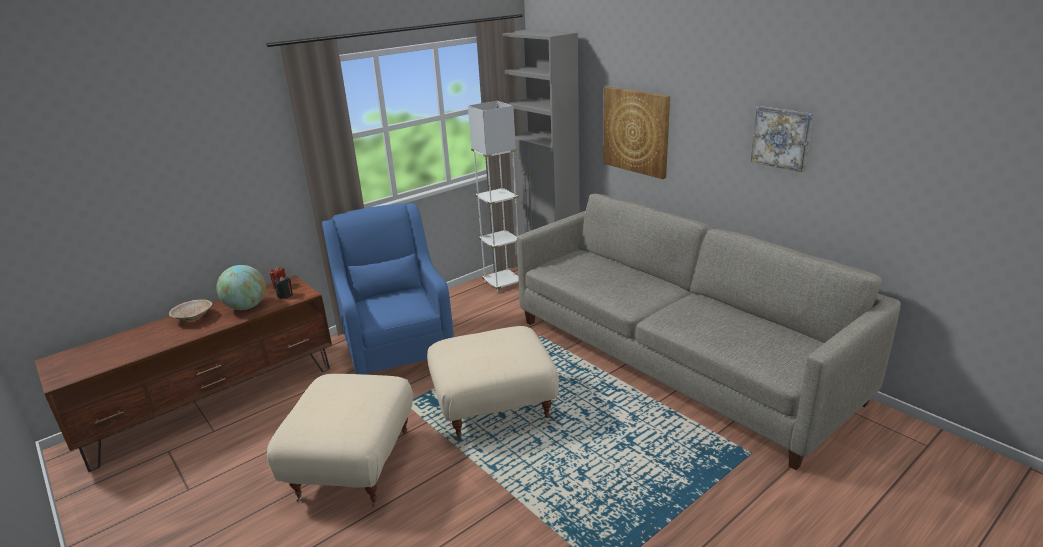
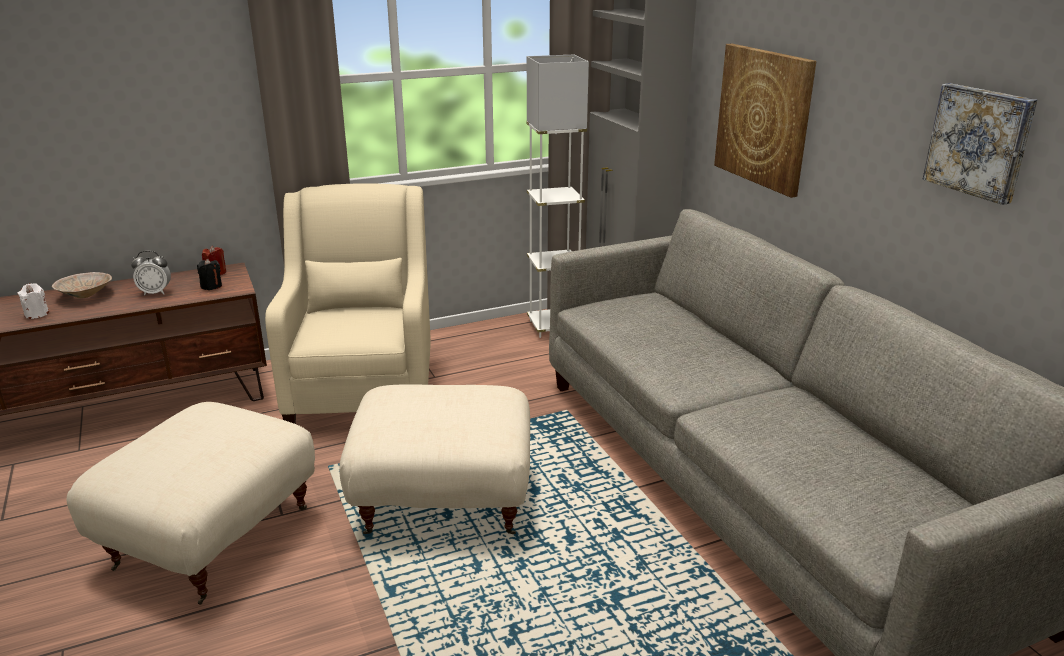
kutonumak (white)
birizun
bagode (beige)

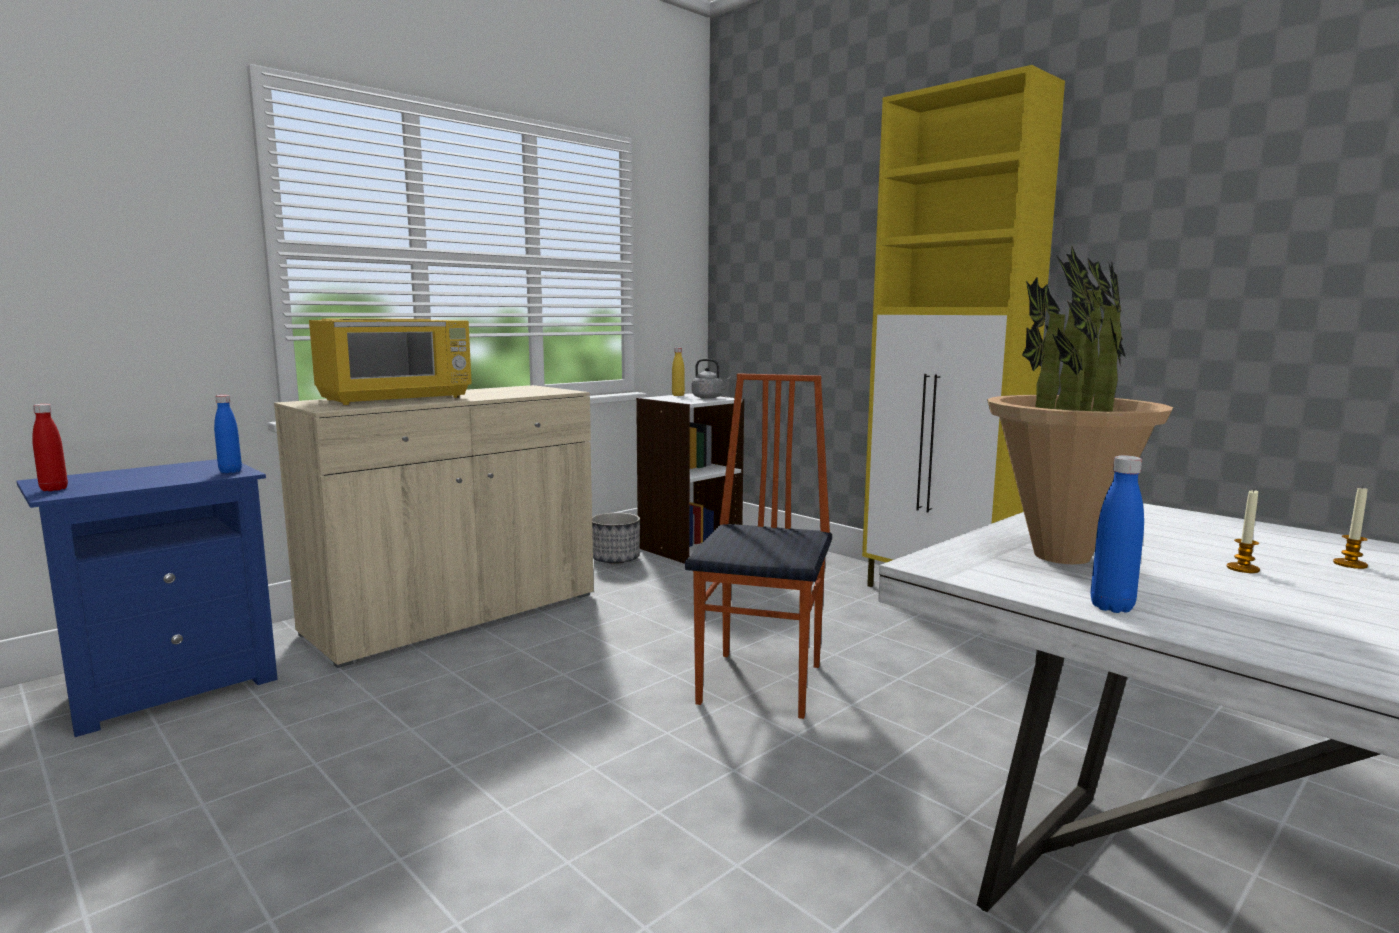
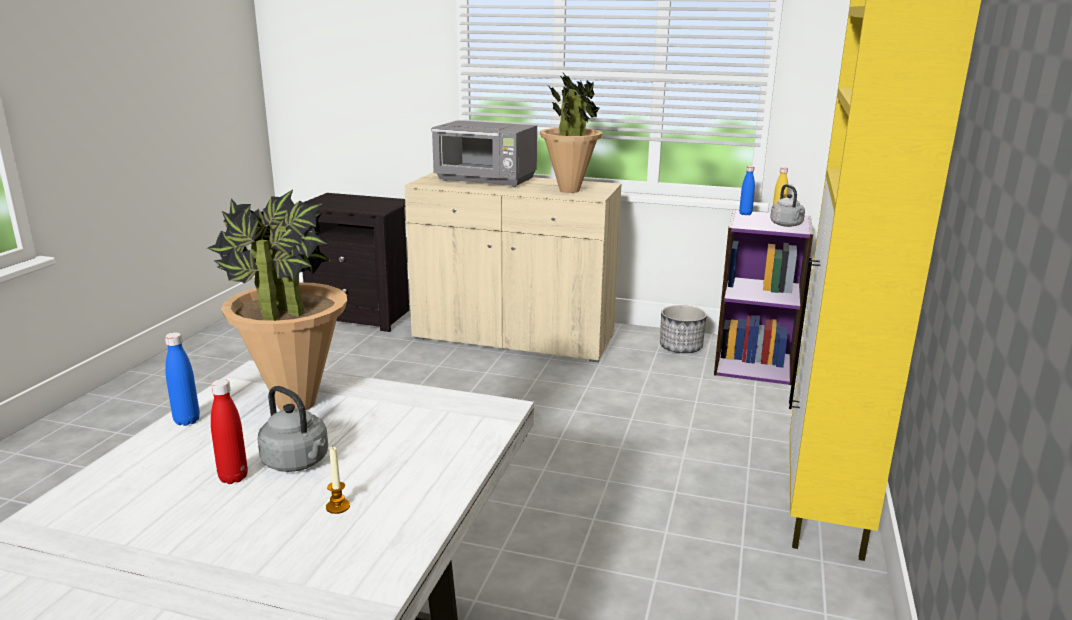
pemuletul
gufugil (2nd from left)
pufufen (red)
pufufen (blue) (2nd from left)
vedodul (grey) (1st from left)
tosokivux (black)
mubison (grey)
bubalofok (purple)

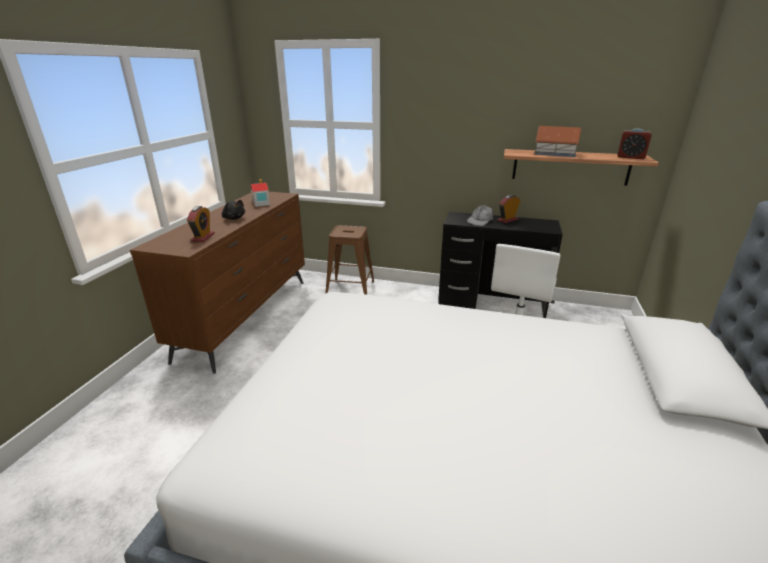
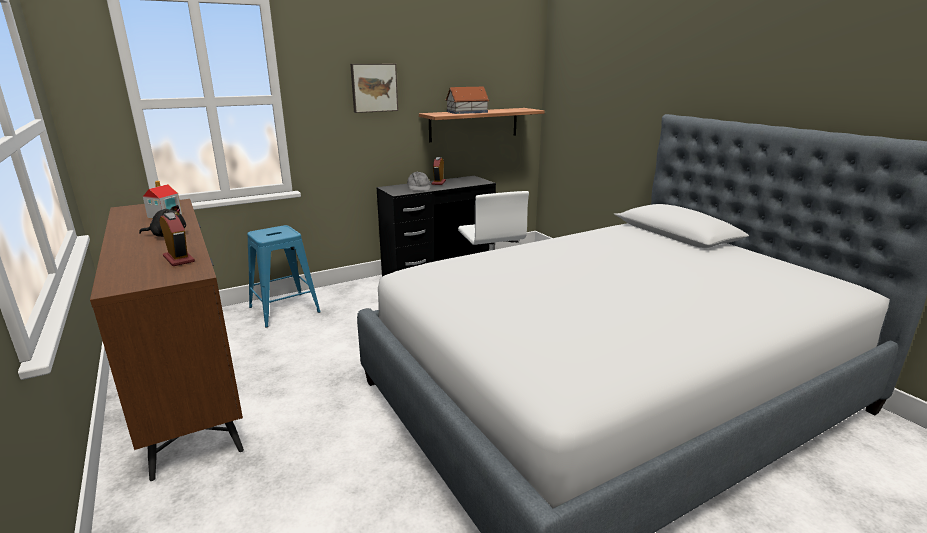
birizun (3rd from left in the first image)
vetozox
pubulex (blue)

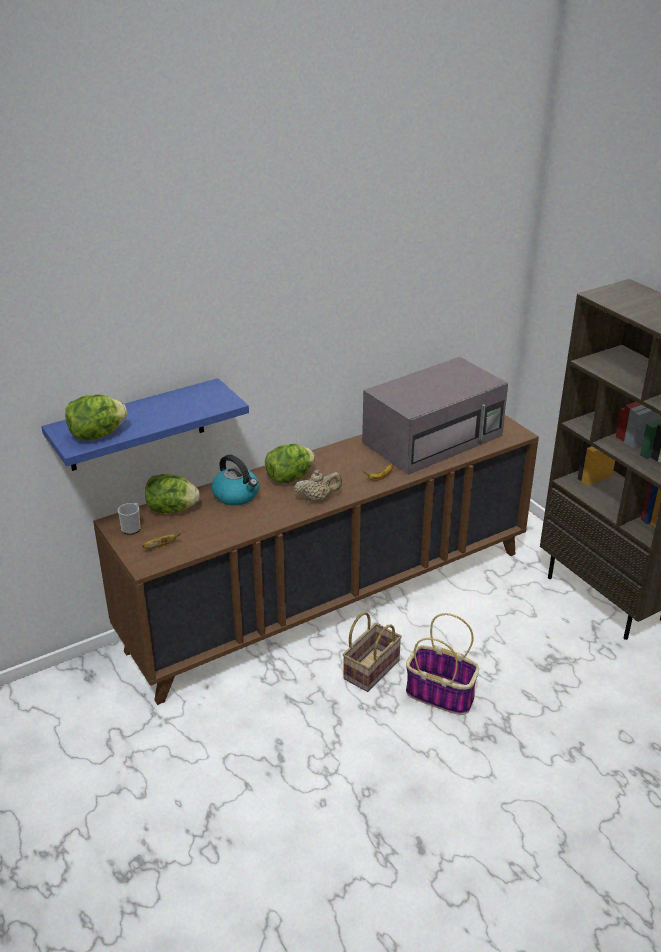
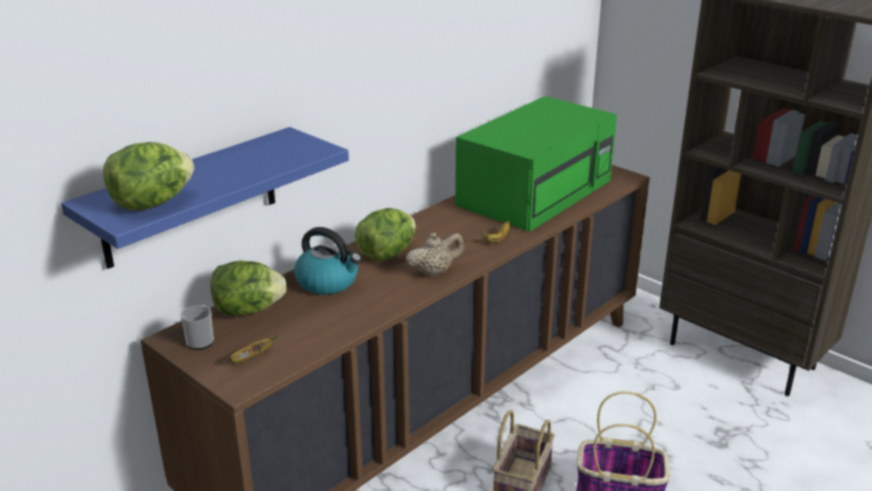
mubison (green)

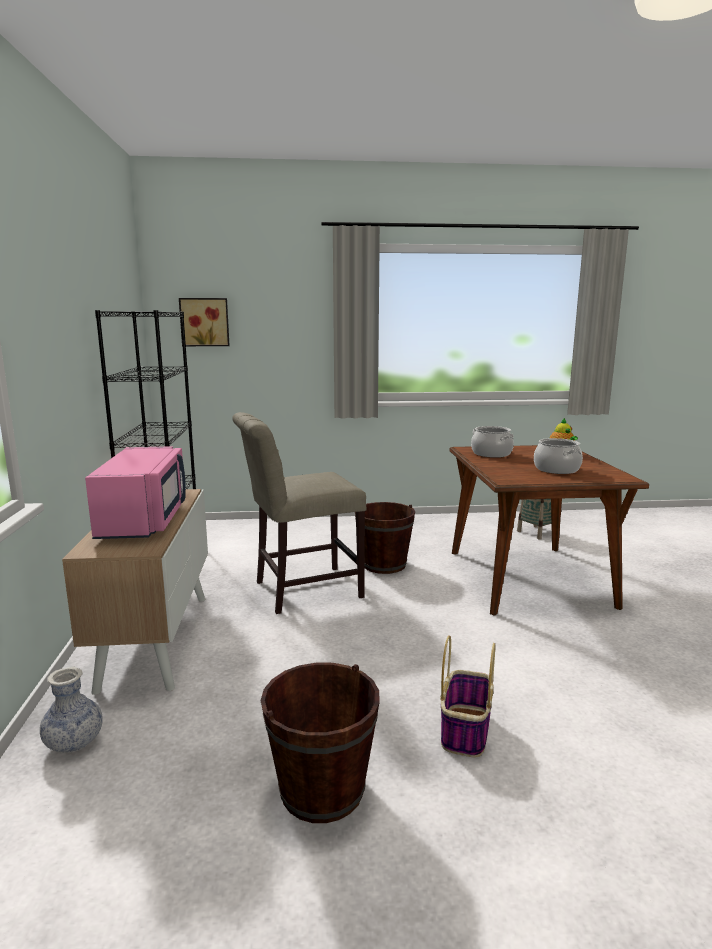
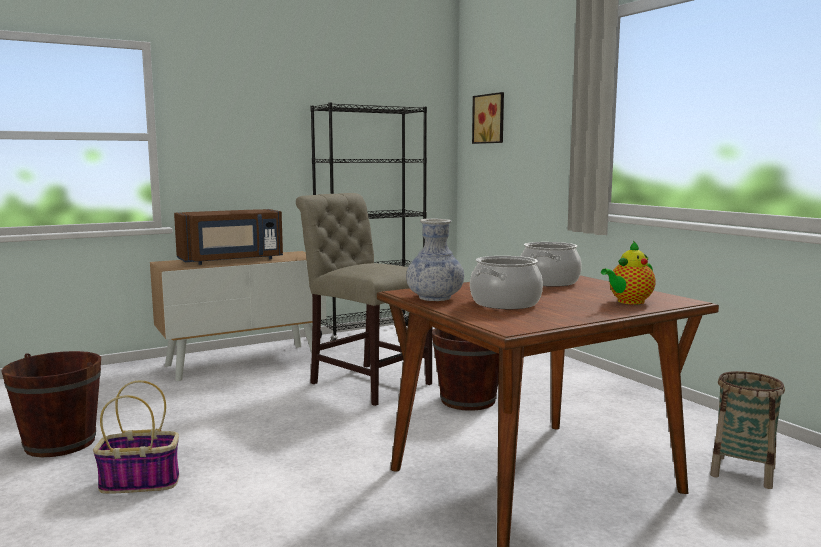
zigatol
mubison (brown)

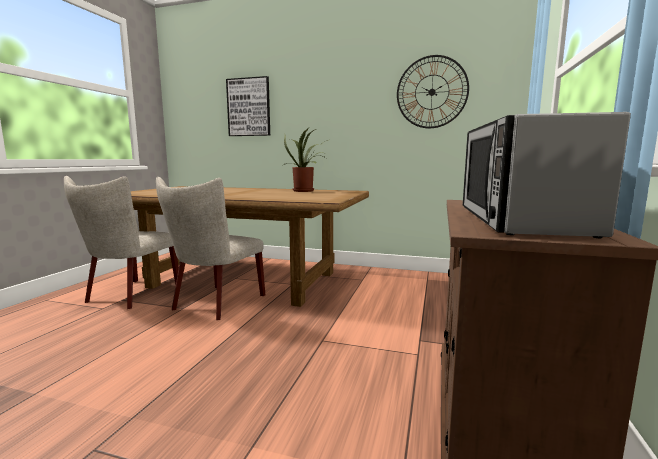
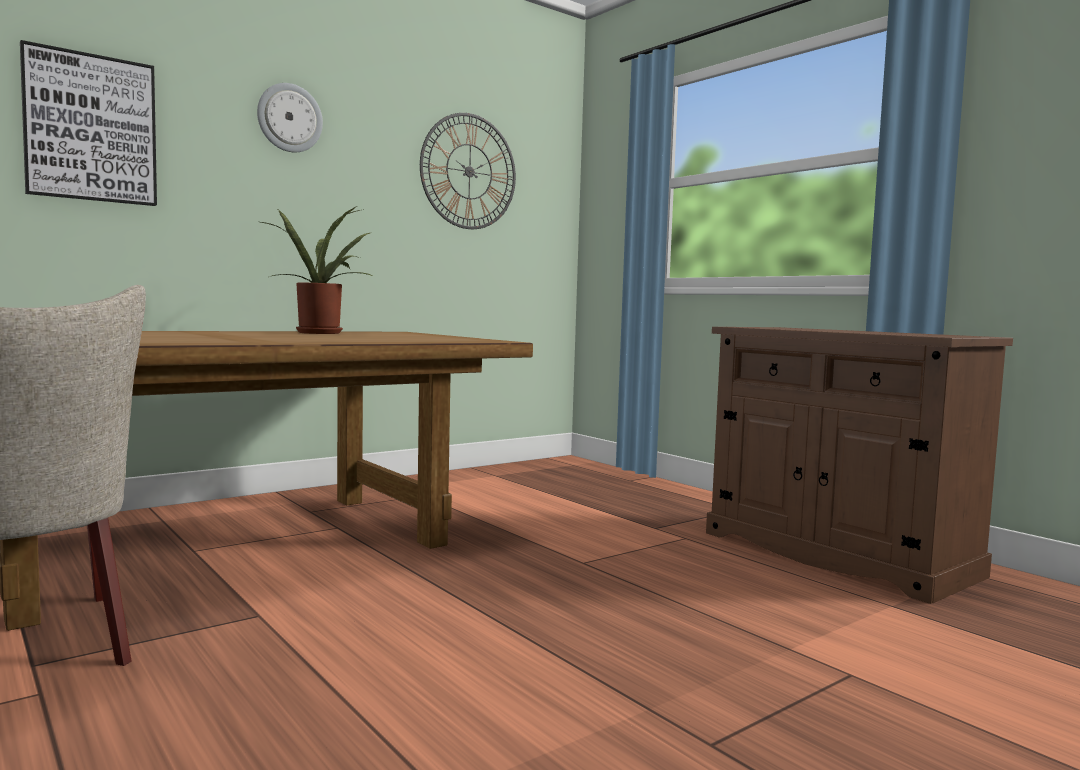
pemuletul (beige) (2nd from left in the first image)
mubison
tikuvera (1st from left)

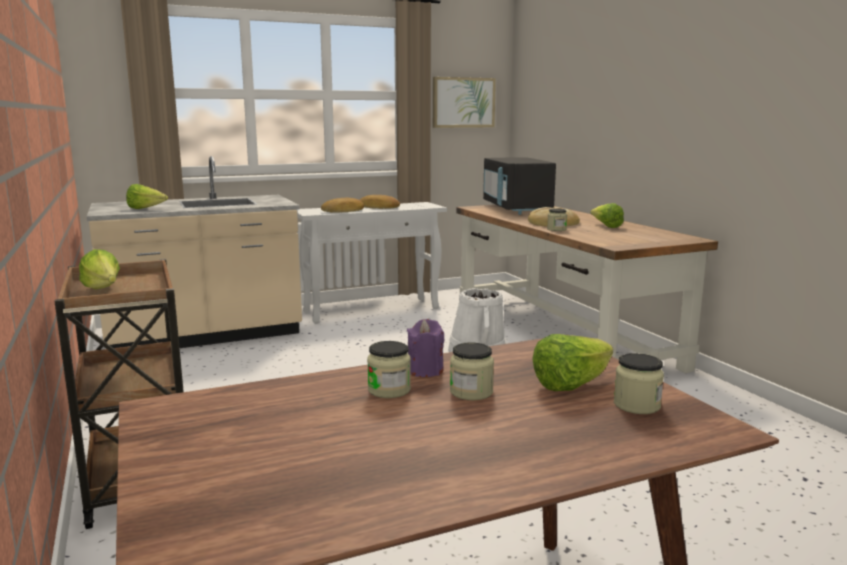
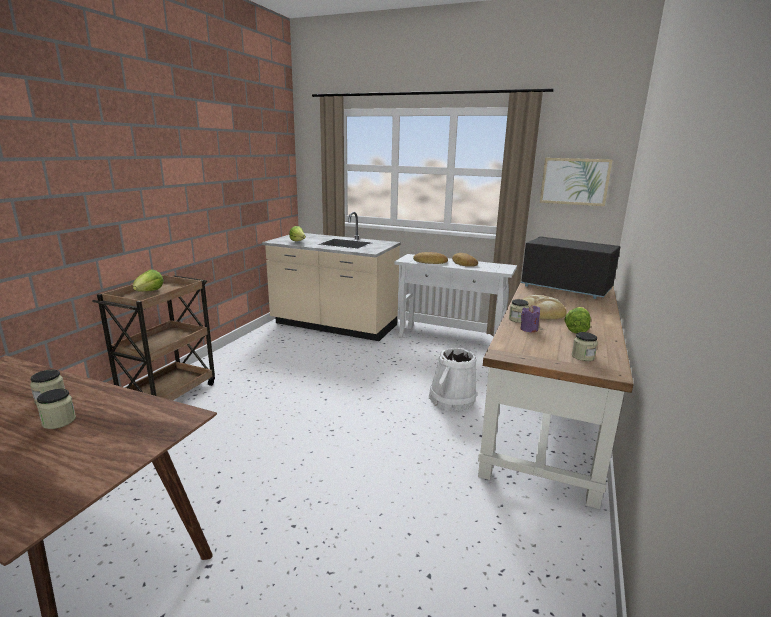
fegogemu (3rd from left in the first image)
kutonumak (purple)
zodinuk (4th from left)
mubison (black)

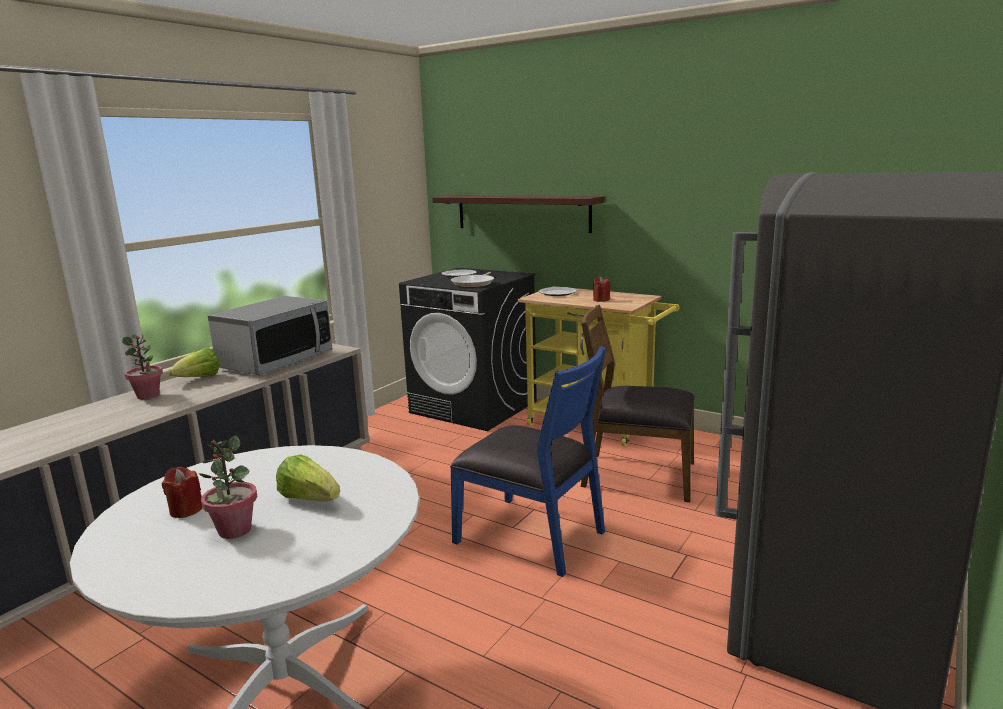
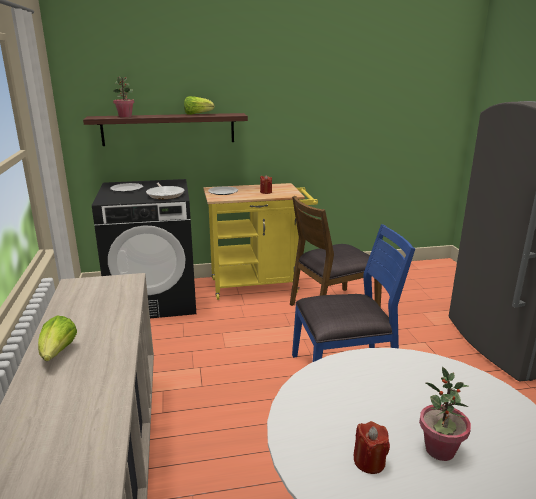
mubison
gufugil (1st from left)
fegogemu (2nd from left)

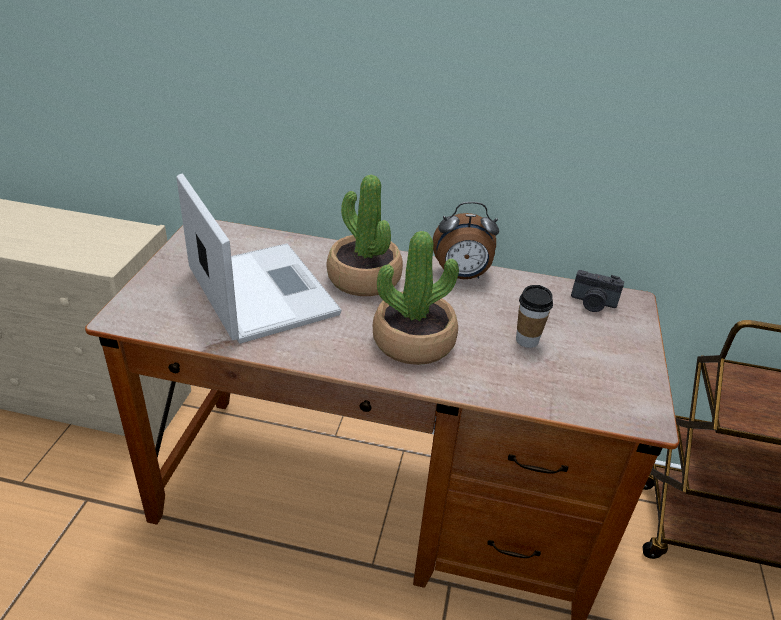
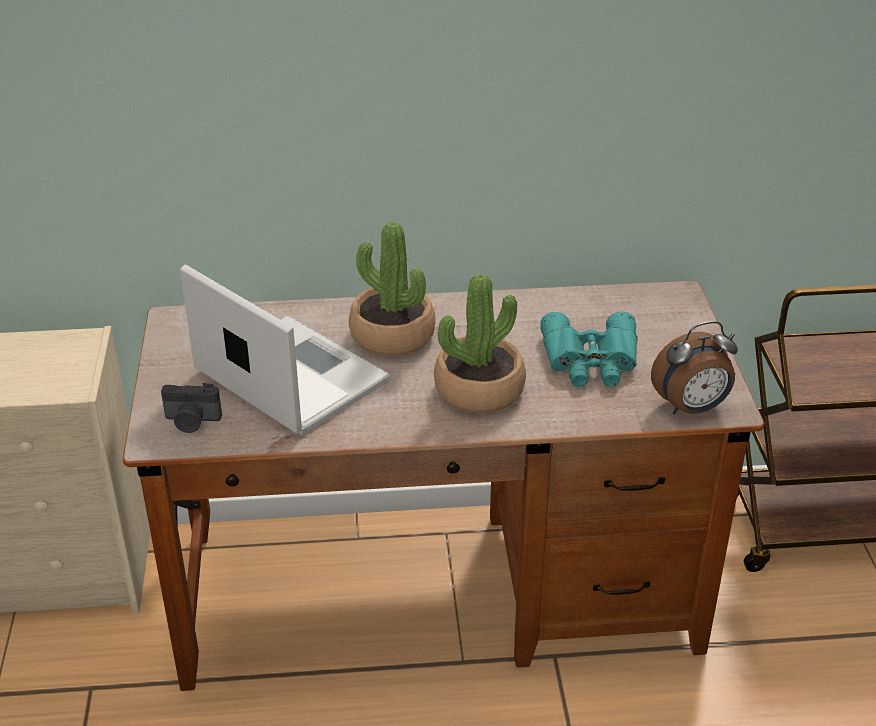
birizun
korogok
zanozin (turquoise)

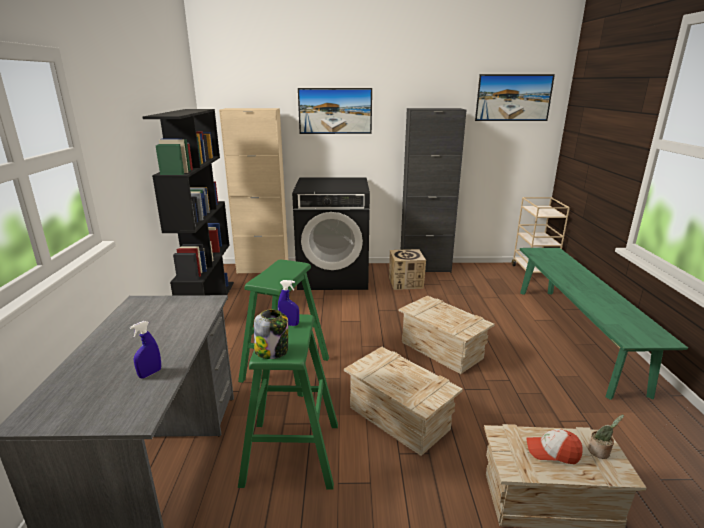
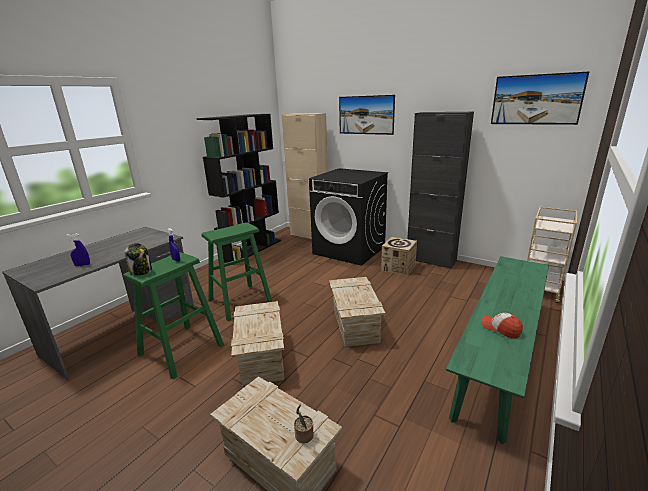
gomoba

